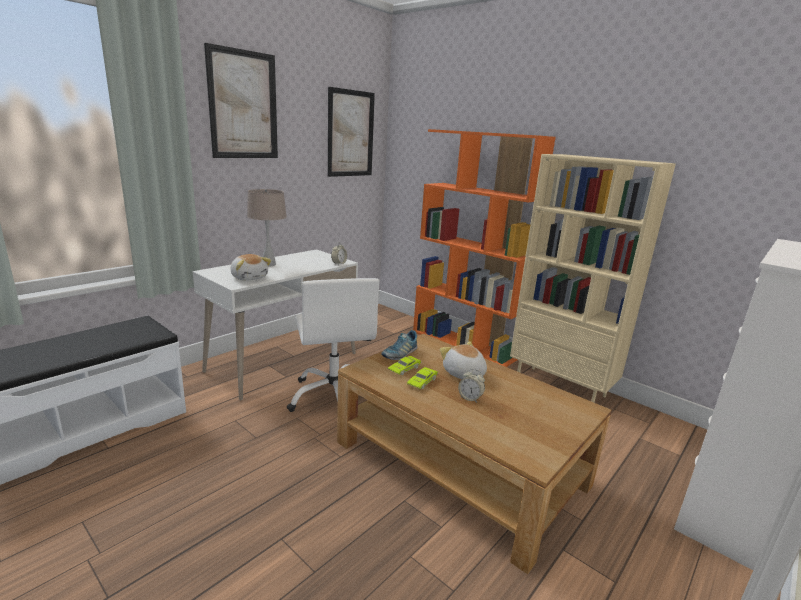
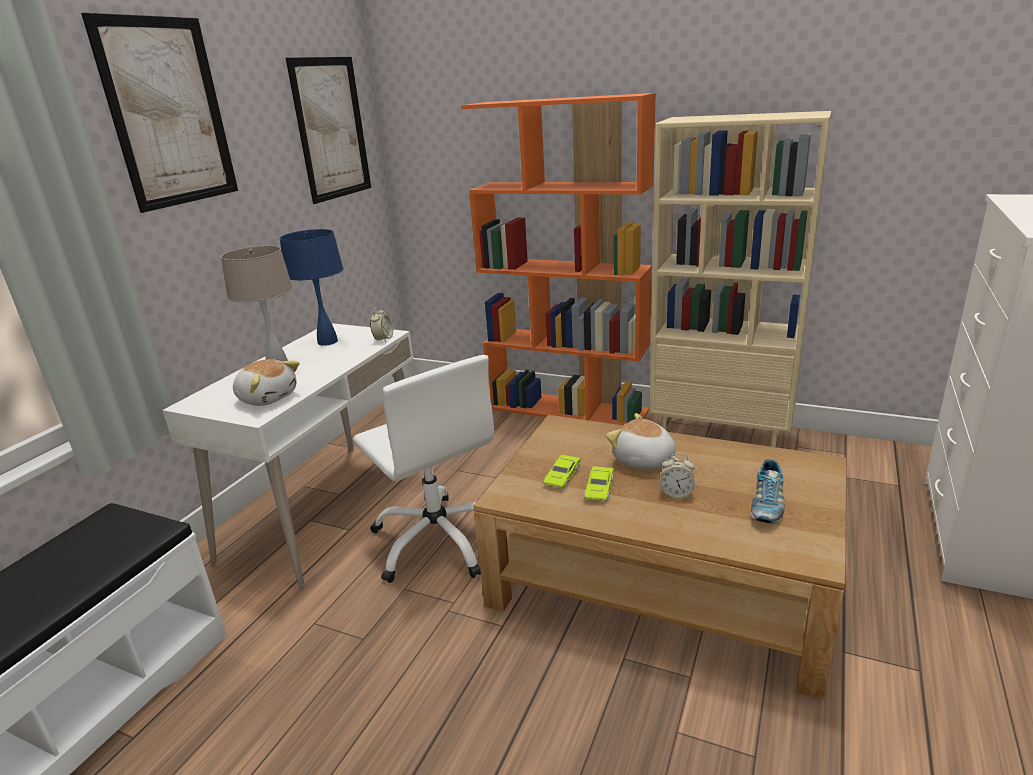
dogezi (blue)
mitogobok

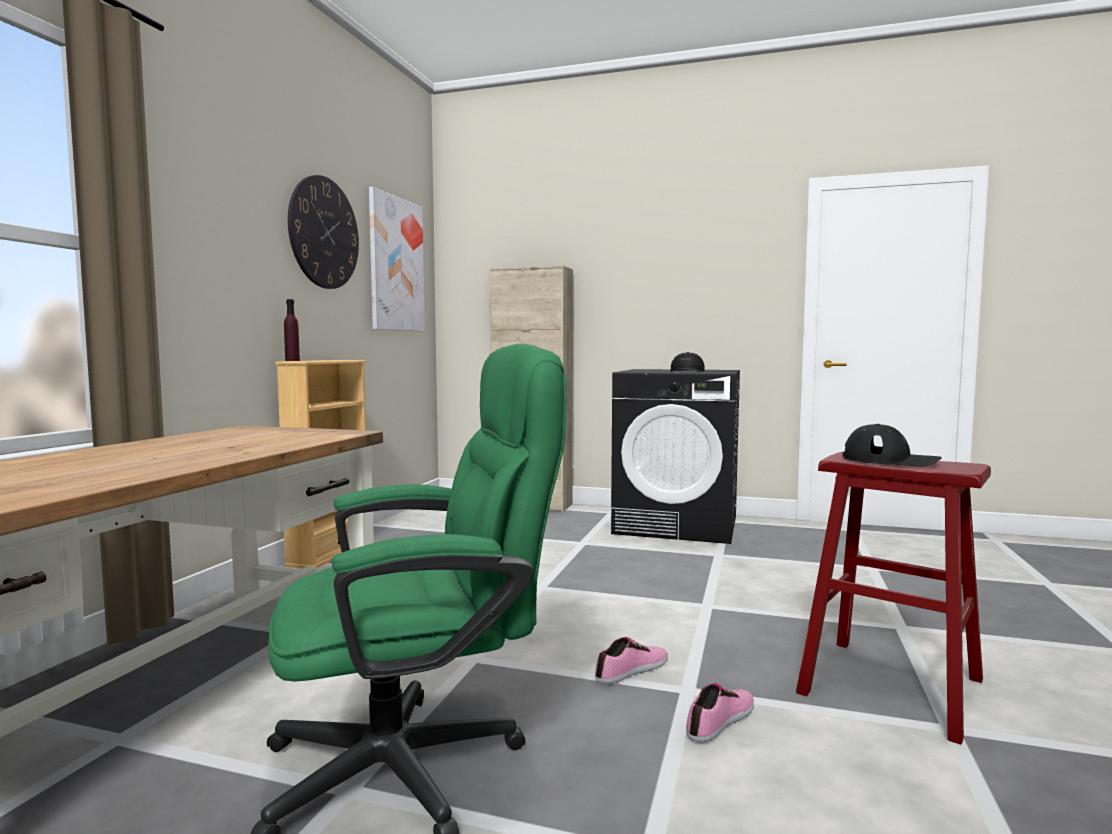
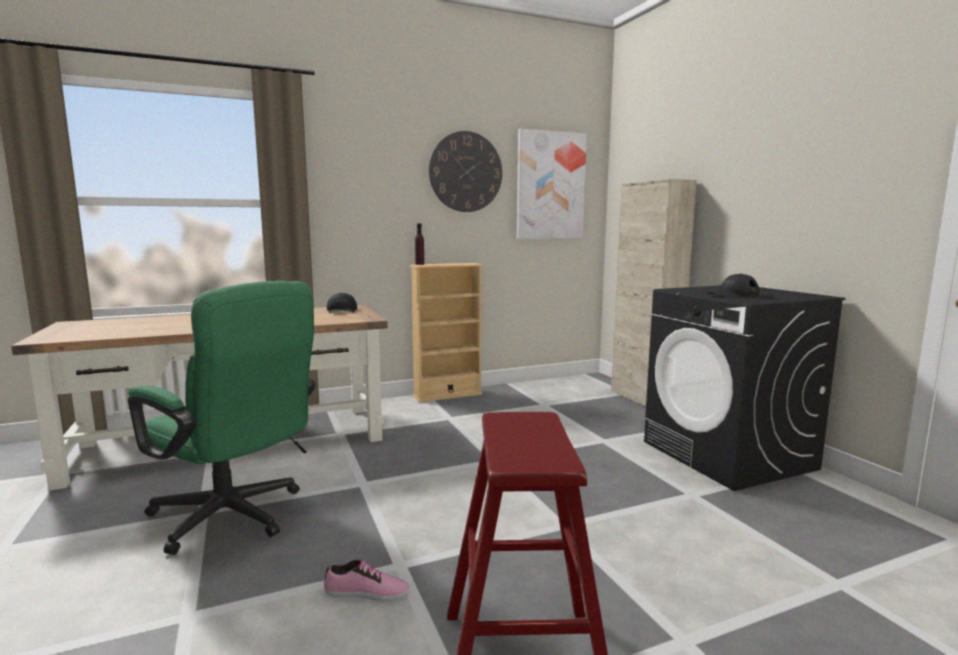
mitogobok (1st from left in the first image)
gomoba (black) (1st from left)

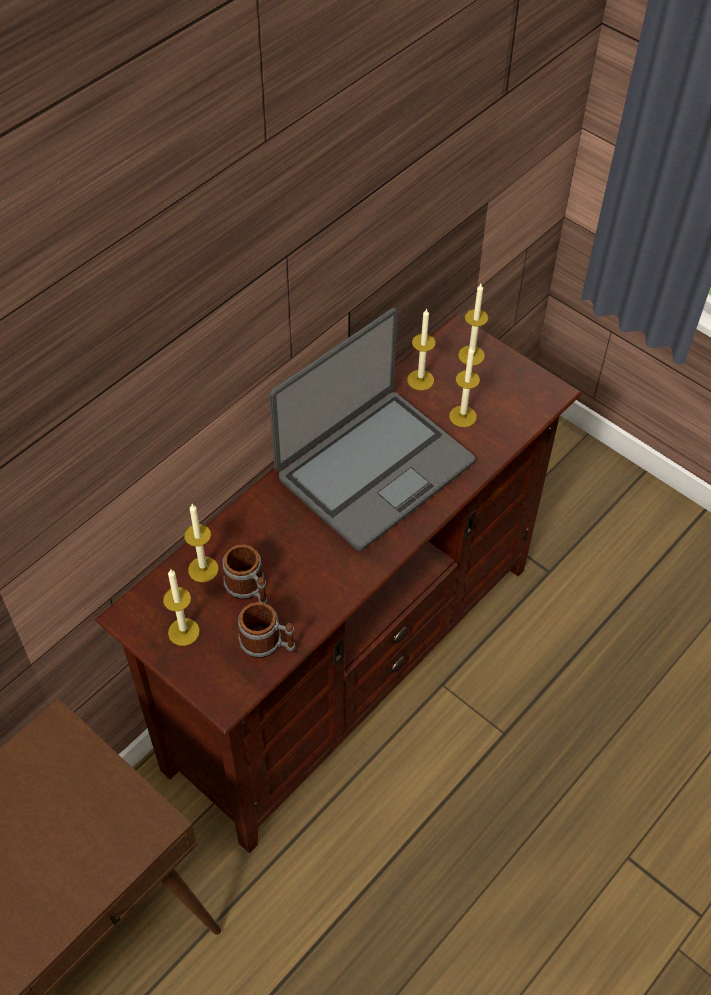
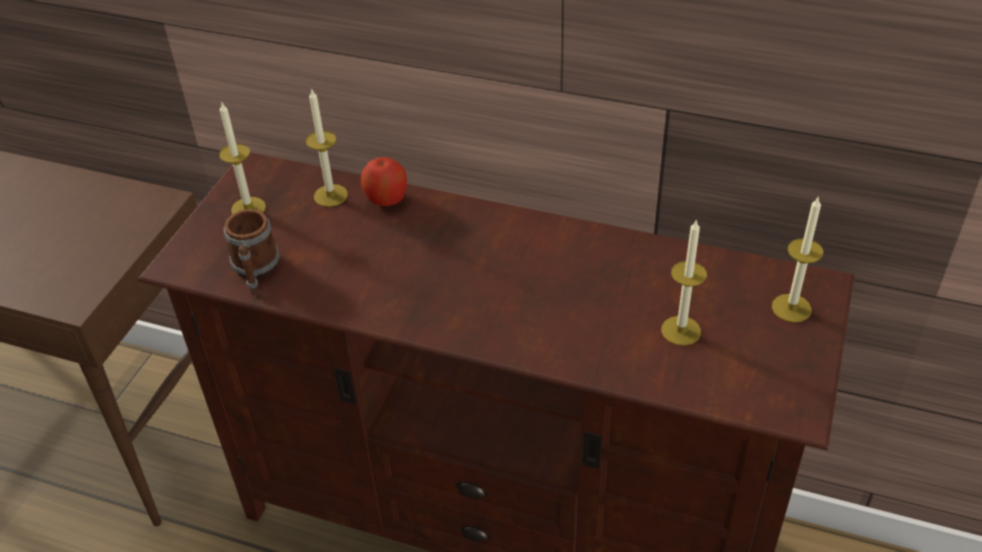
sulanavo (1st from left in the first image)
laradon
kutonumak (3rd from left in the first image)
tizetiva

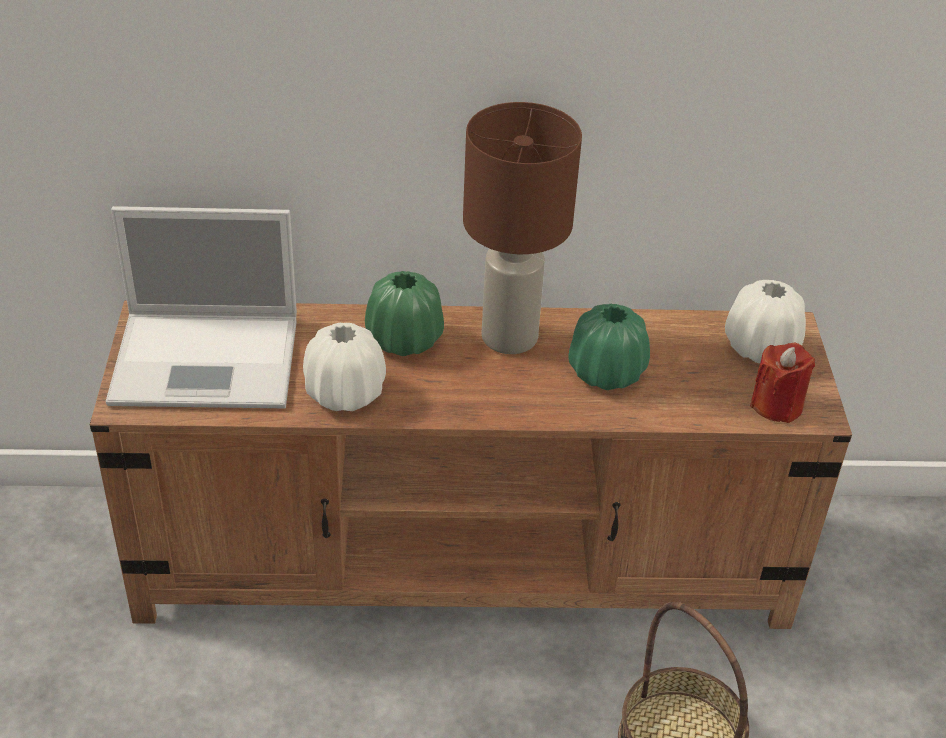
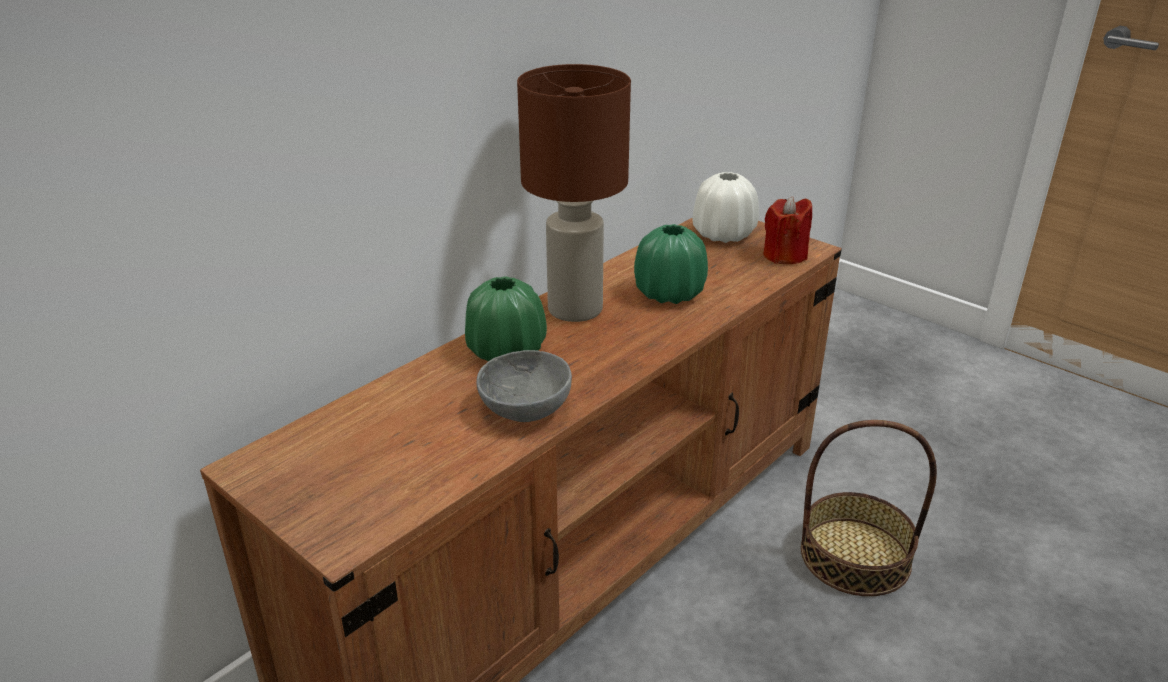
laradon
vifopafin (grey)

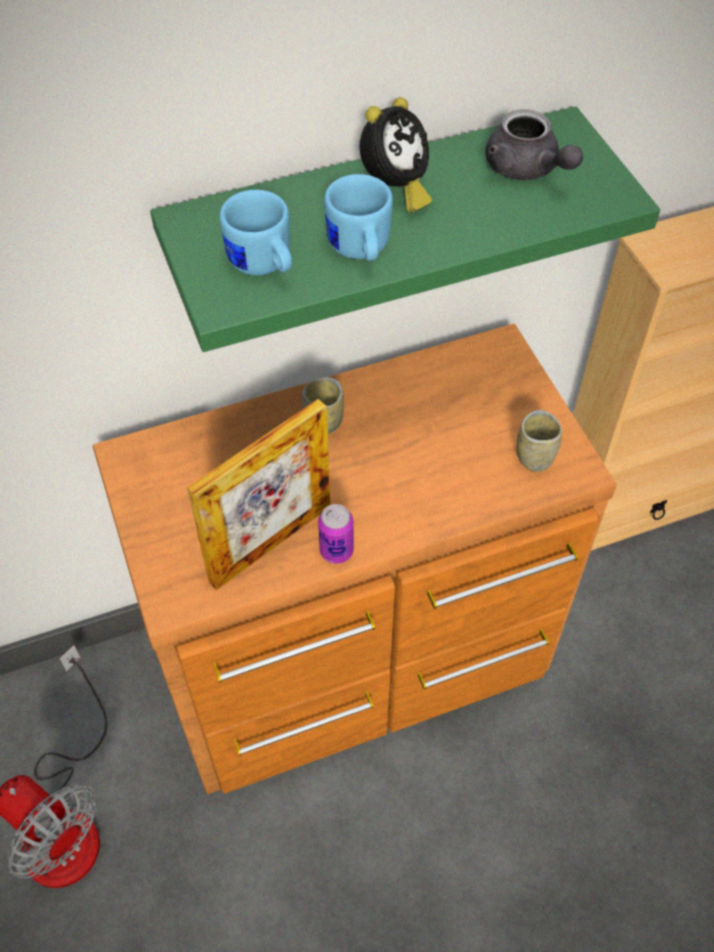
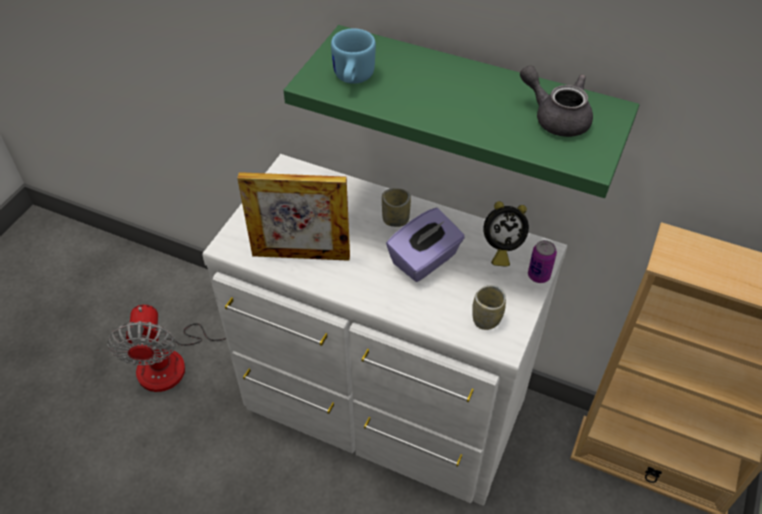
sulanavo (blue) (2nd from left in the first image)
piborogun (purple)
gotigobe
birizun
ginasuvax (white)
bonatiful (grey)

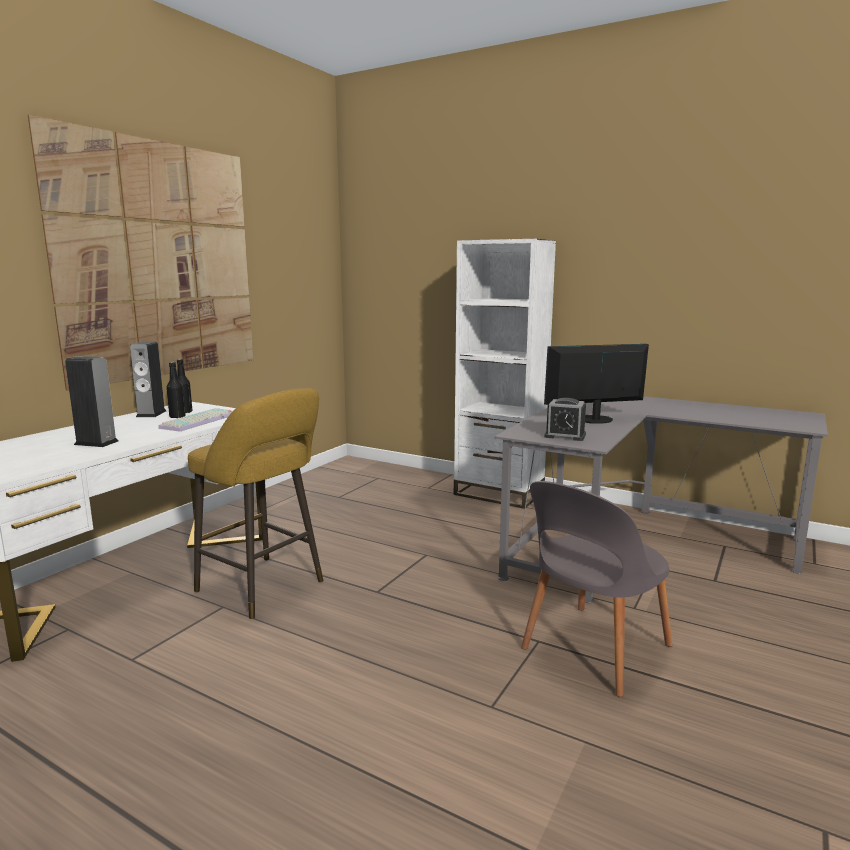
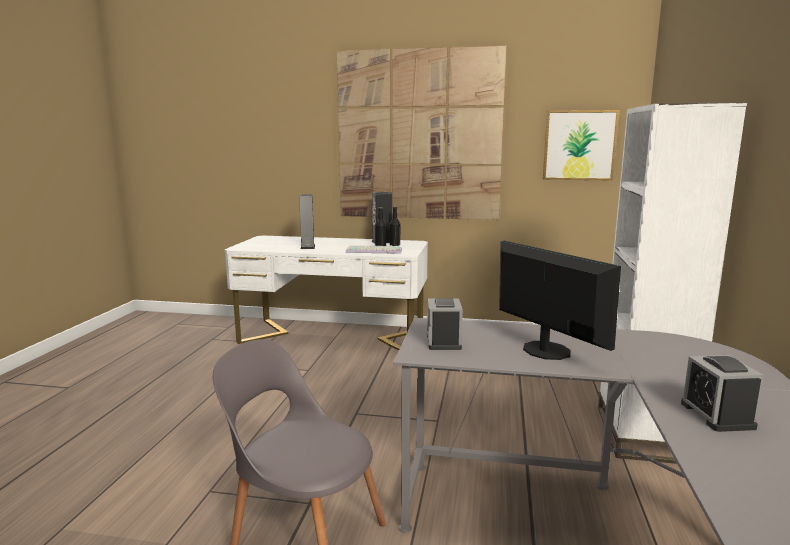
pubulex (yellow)
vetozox (2nd from left)
birizun (2nd from left)

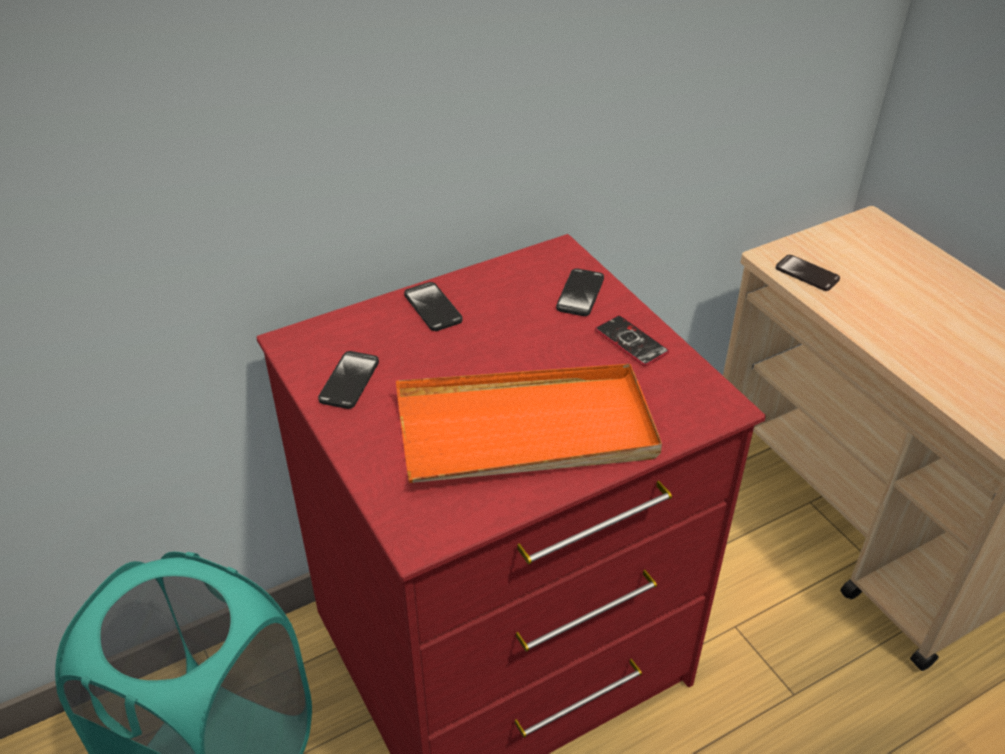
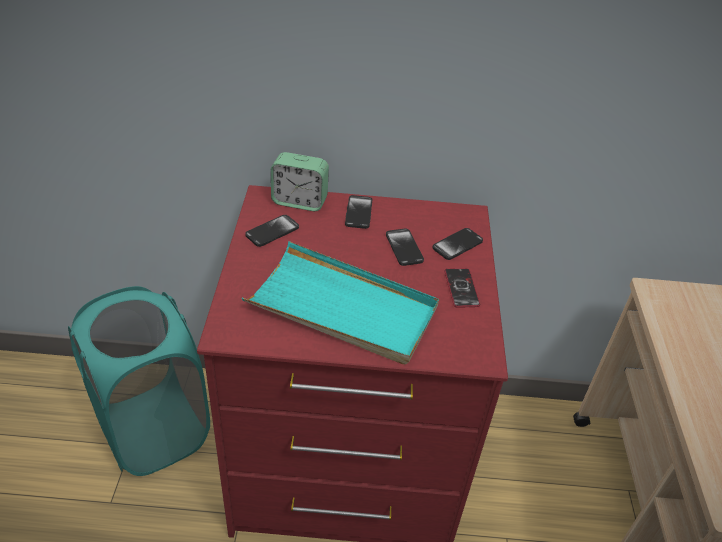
birizun
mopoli (3rd from left)
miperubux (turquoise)

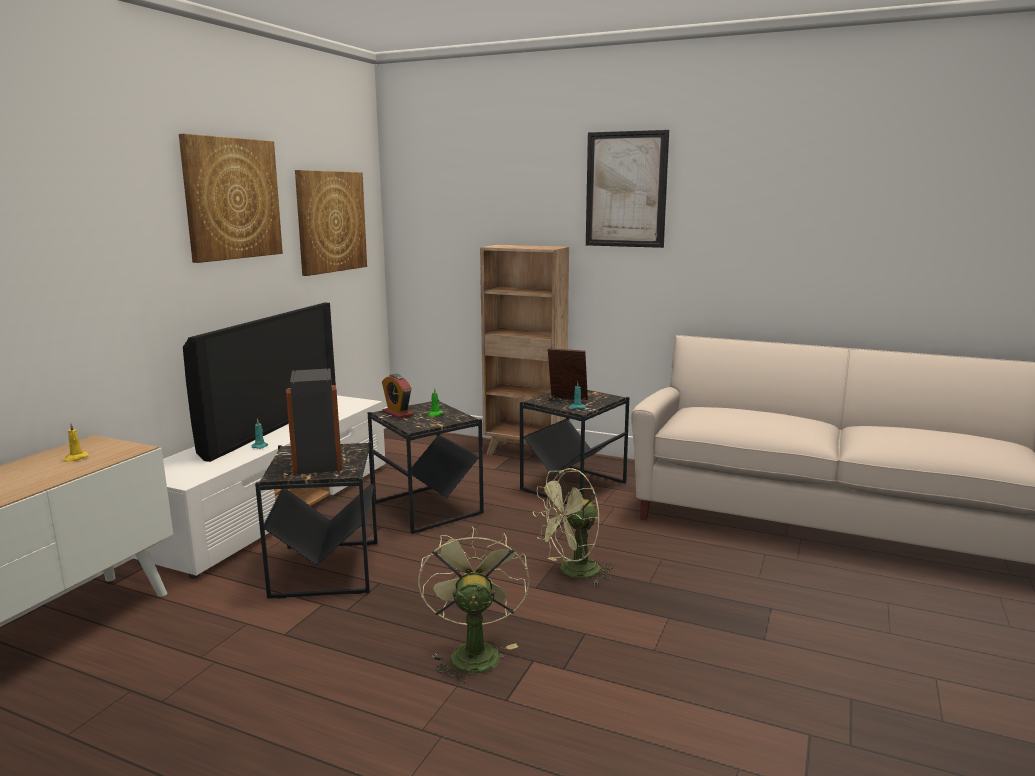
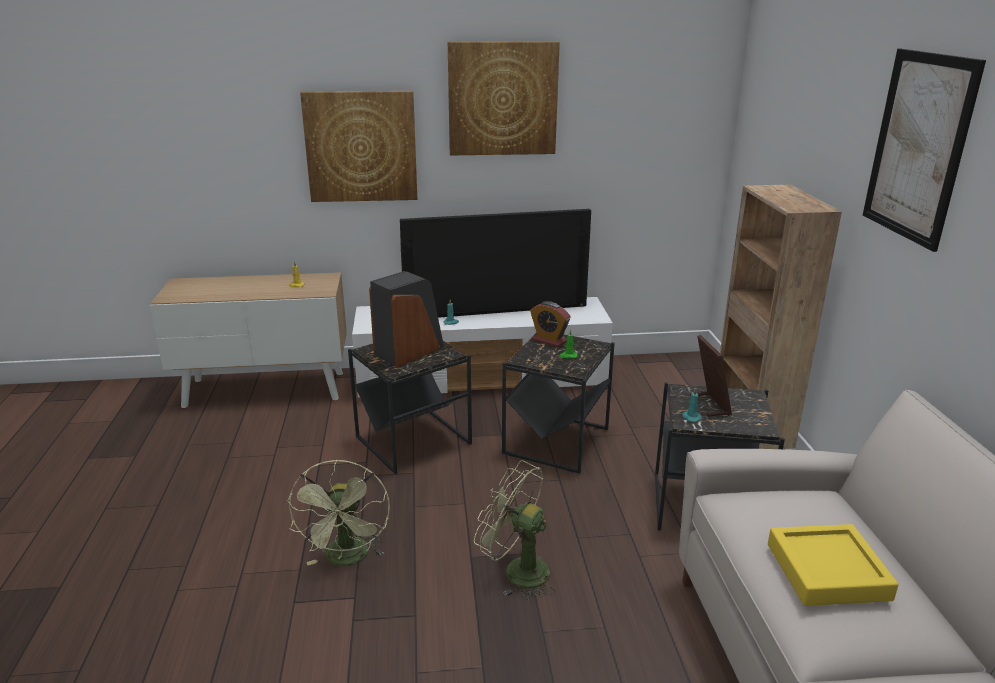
miperubux (yellow)
vetozox (1st from left)
birizun
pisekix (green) (1st from left)

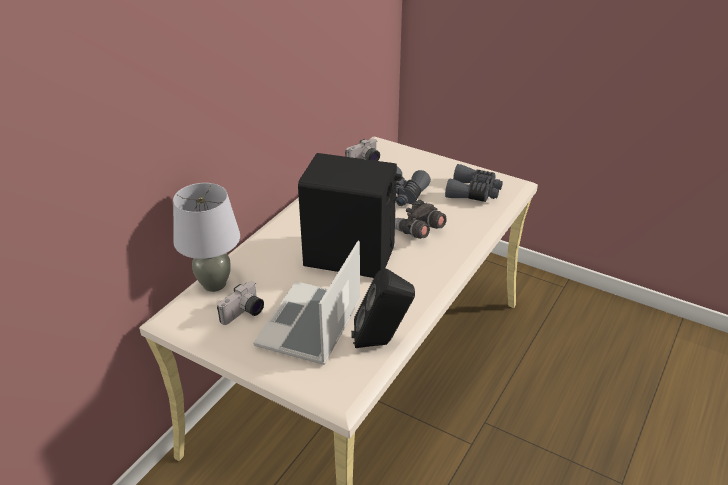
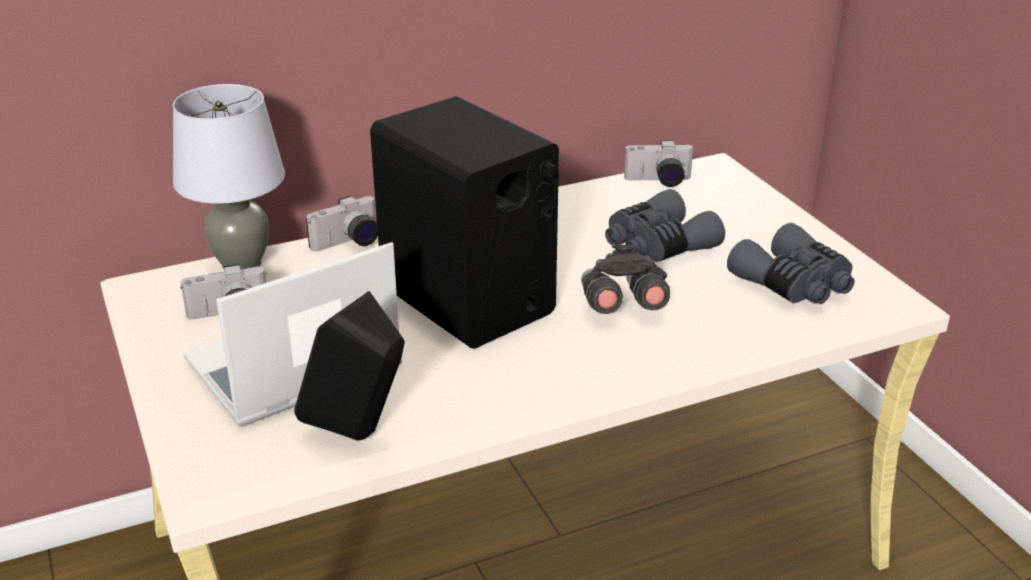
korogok (2nd from left)

